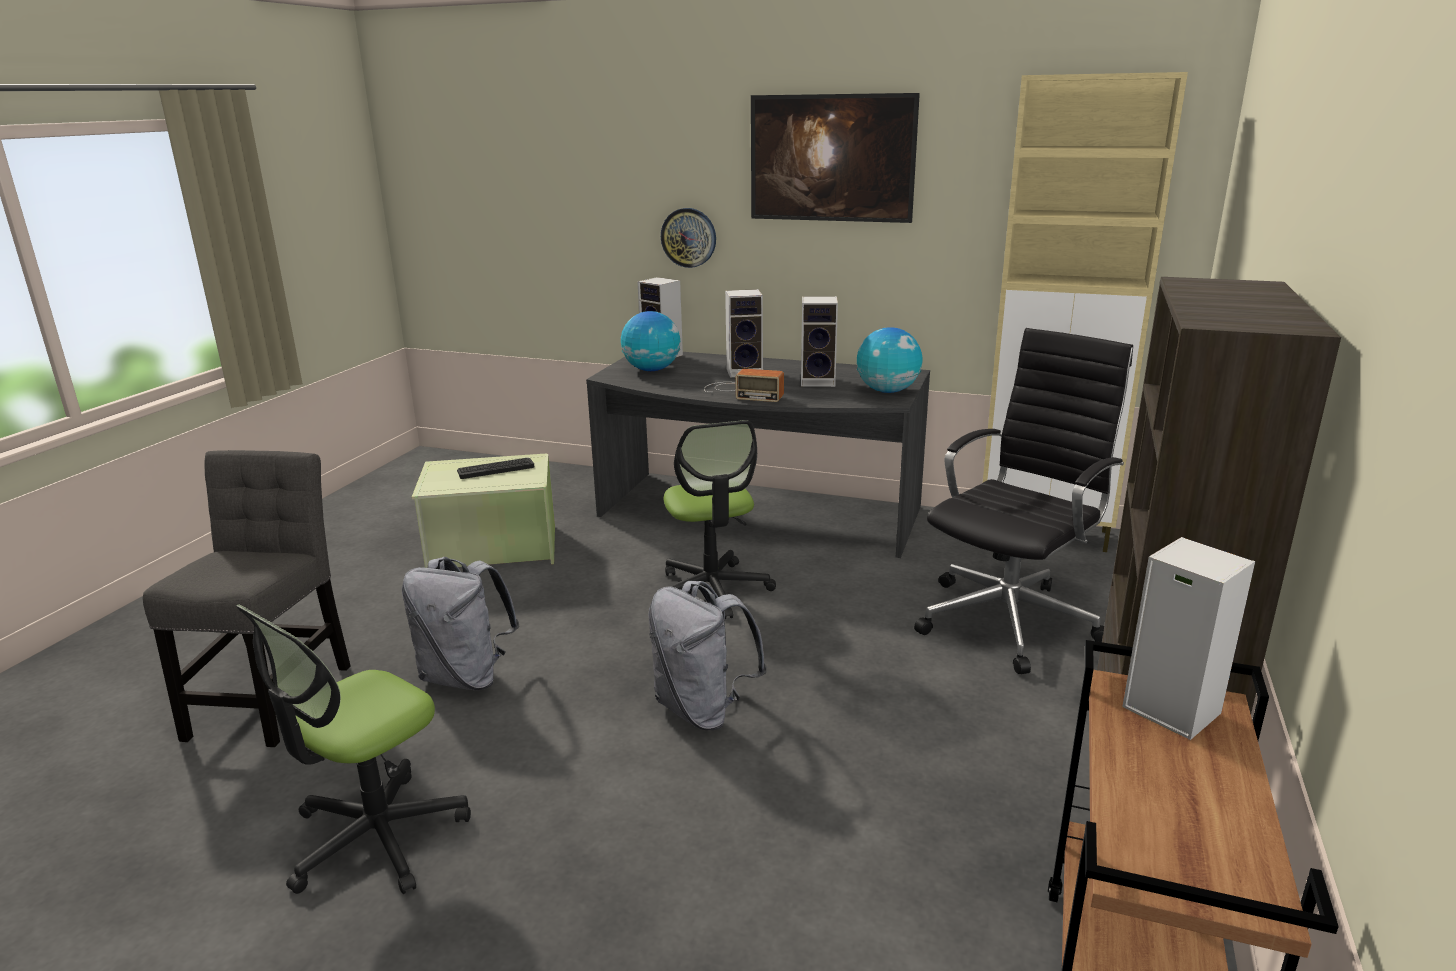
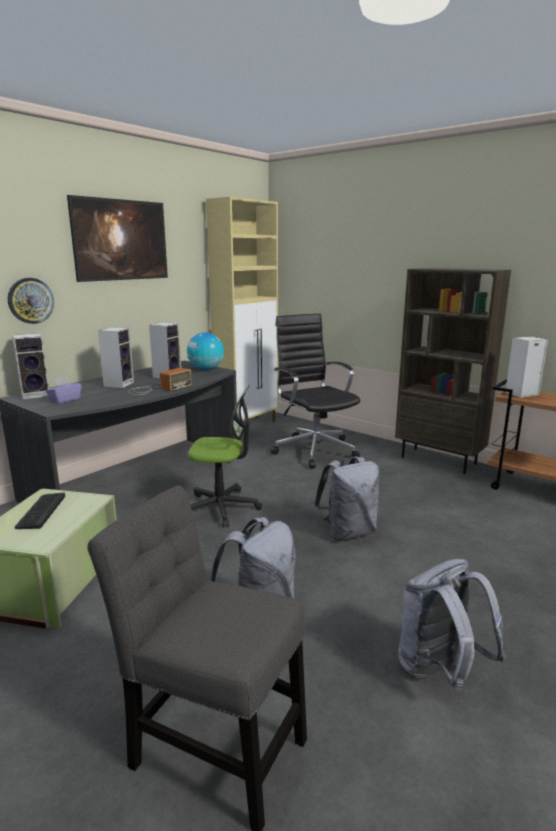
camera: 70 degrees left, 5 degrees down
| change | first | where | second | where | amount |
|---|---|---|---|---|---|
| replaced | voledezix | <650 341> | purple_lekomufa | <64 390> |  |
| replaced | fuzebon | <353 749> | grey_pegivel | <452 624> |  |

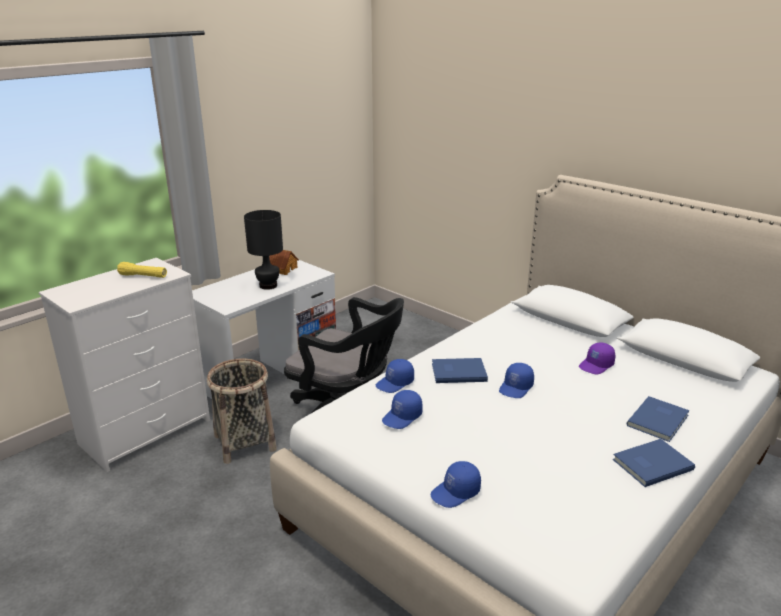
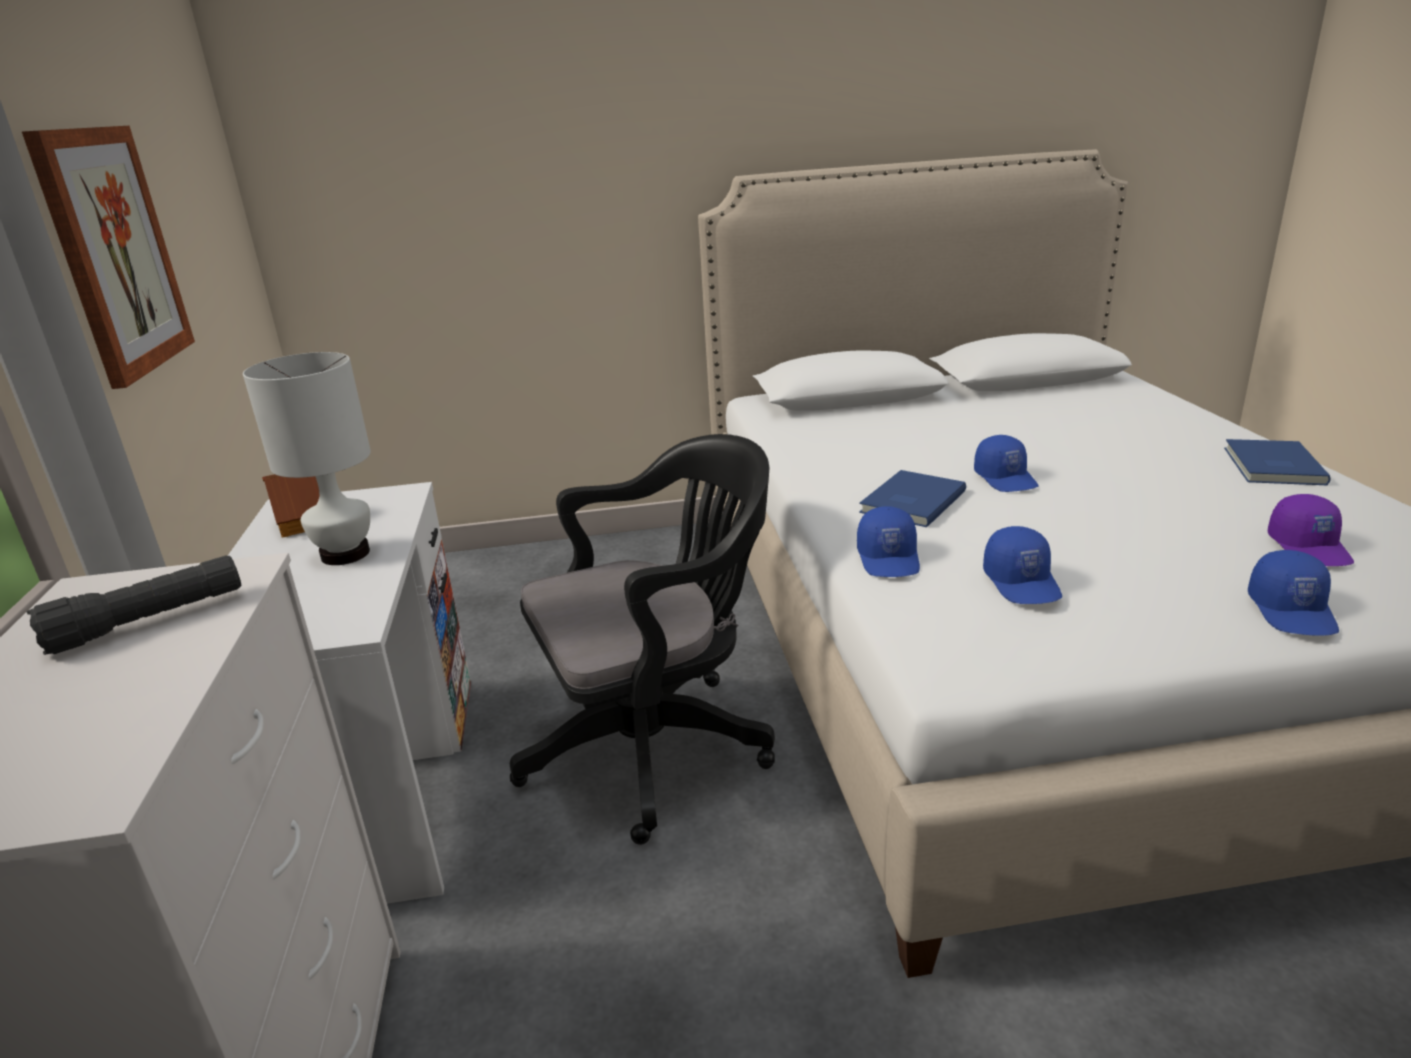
camera: 50 degrees left, 0 degrees up
| change | first | where | second | where | amount |
|---|---|---|---|---|---|
| recoloured | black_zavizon | <263 250> | white_zavizon | <307 458> |  |
| recoloured | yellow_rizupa | <142 270> | black_rizupa | <133 605> |  |
| moved | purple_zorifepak | <597 358> |  | <1311 530> |  |
| removed | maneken | <242 411> |  |  |  |
| removed | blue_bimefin | <658 419> |  |  |  |
| added |  |  | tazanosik | <108 257> |  |

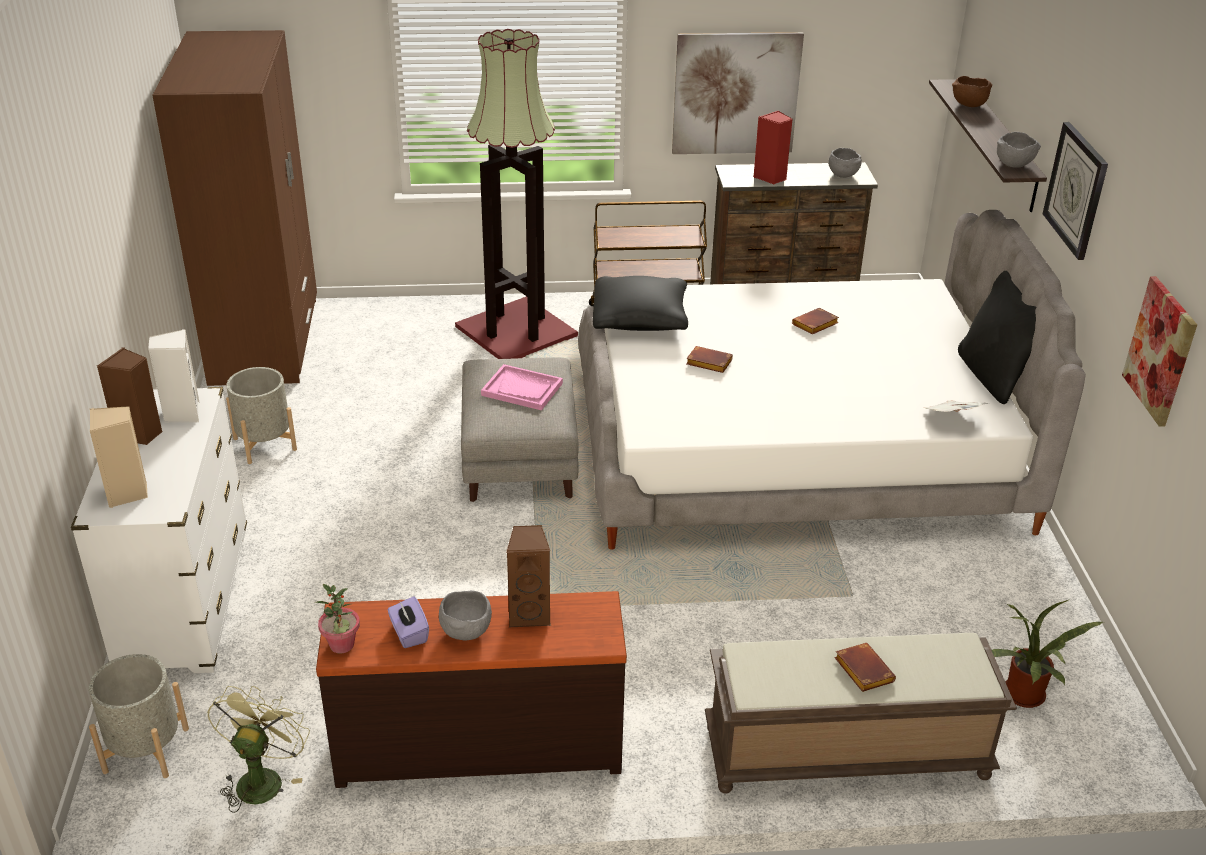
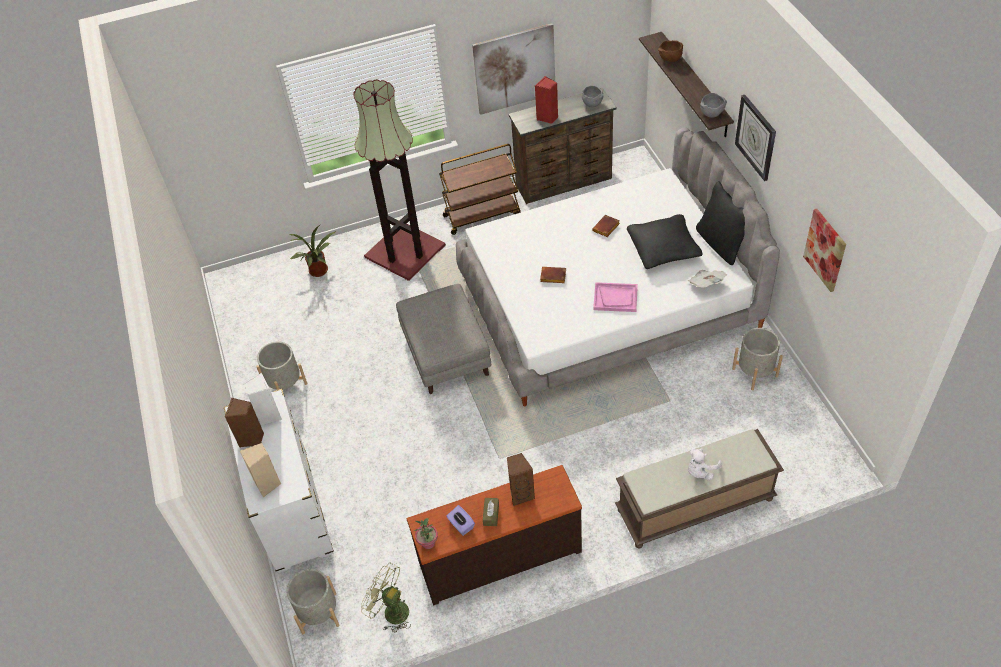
camera: 10 degrees left, 15 degrees up
| change | first | where | second | where | amount |
|---|---|---|---|---|---|
| removed | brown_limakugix | <234 208> |  |  |  |
| moved | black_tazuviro | <640 303> |  | <665 241> |  |
| moved | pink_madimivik | <522 387> |  | <615 297> |  |
| replaced | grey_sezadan | <465 615> | brown_lekomufa | <491 512> |  |
| moved | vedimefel | <1047 653> |  | <312 251> |  |
| replaced | brown_bimefin | <865 667> | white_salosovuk | <705 464> |  |
| turned | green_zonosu | <258 749> |  | <386 598> | 60 degrees counterclockwise |
| added |  |  | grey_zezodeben | <757 359> |  |

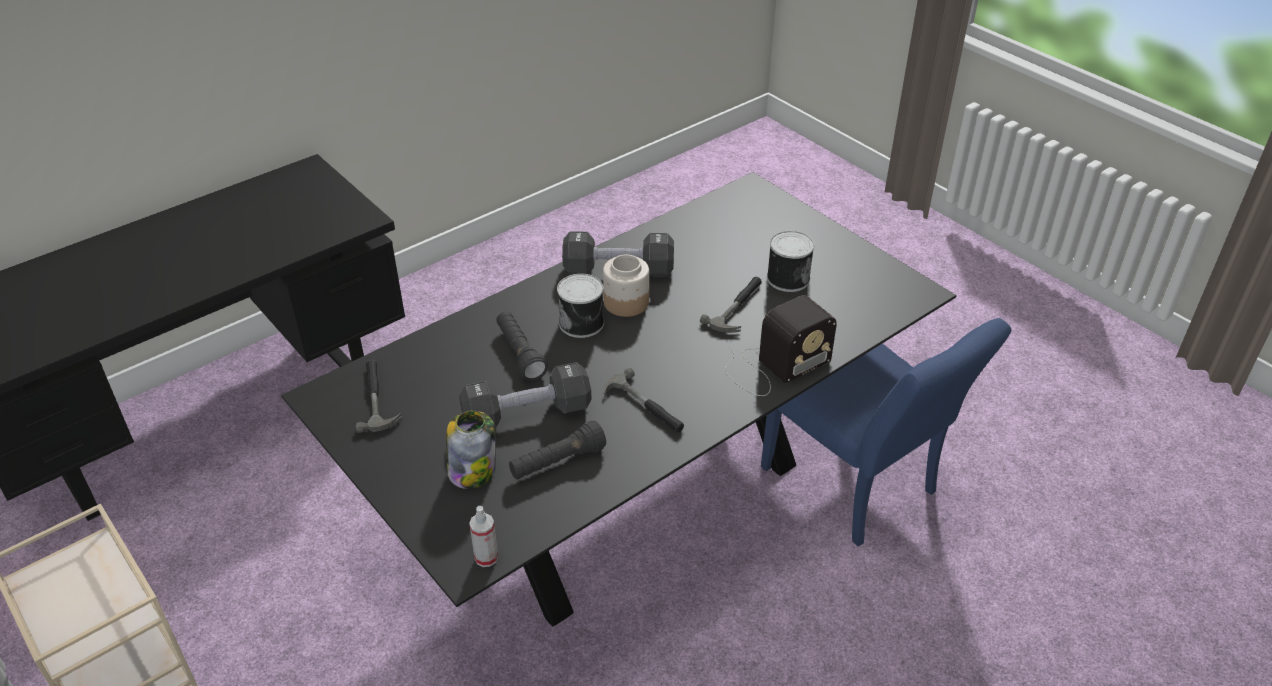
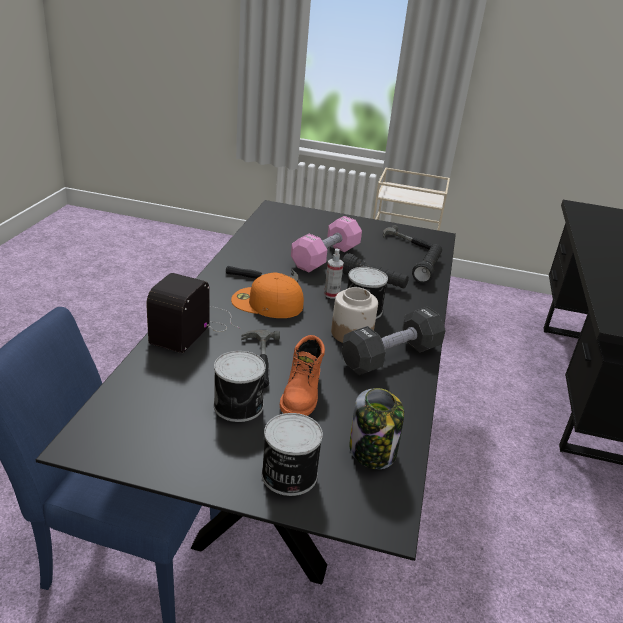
camera: 140 degrees right, 10 degrees down
| change | first | where | second | where | amount |
|---|---|---|---|---|---|
| recoloured | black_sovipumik | <525 395> | pink_sovipumik | <326 244> |  |
| moved | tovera | <470 449> |  | <376 428> |  |
| moved | black_rizupa | <557 450> |  | <427 263> |  |
| moved | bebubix | <483 536> |  | <334 273> |  |
| added |  |  | orange_zorifepak | <267 295> |  |
| added |  |  | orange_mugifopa | <302 375> |  |
| added |  |  | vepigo | <292 454> |  |

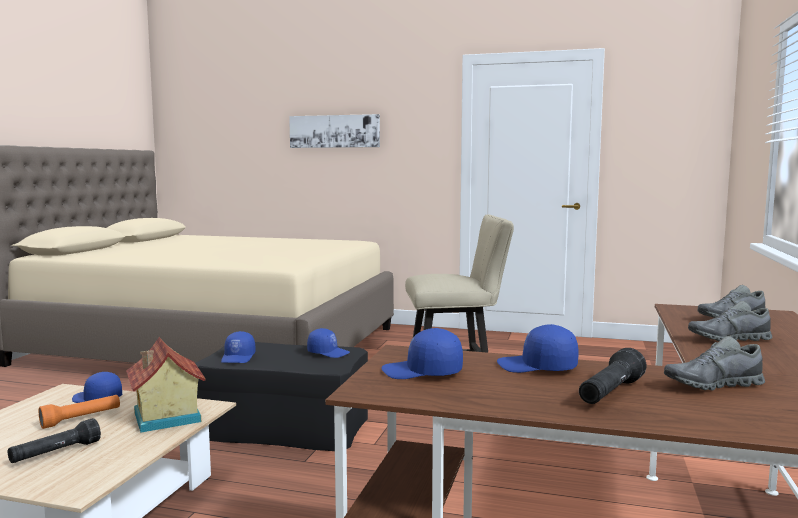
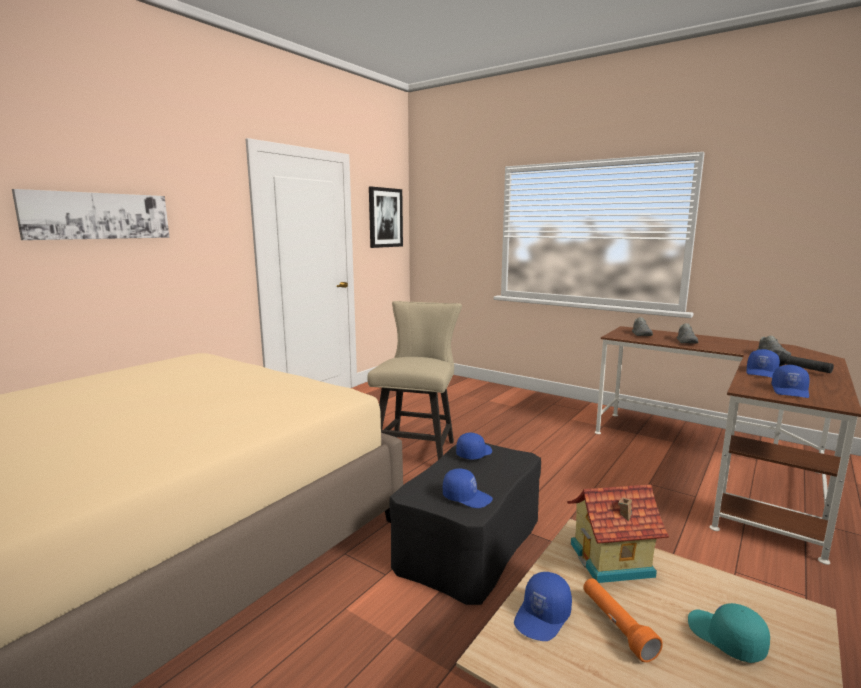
camera: 70 degrees left, 5 degrees up
| change | first | where | second | where | amount |
|---|---|---|---|---|---|
| replaced | black_rizupa | <54 440> | turquoise_zorifepak | <729 633> |  |
| added |  |  | tazanosik | <386 217> |  |

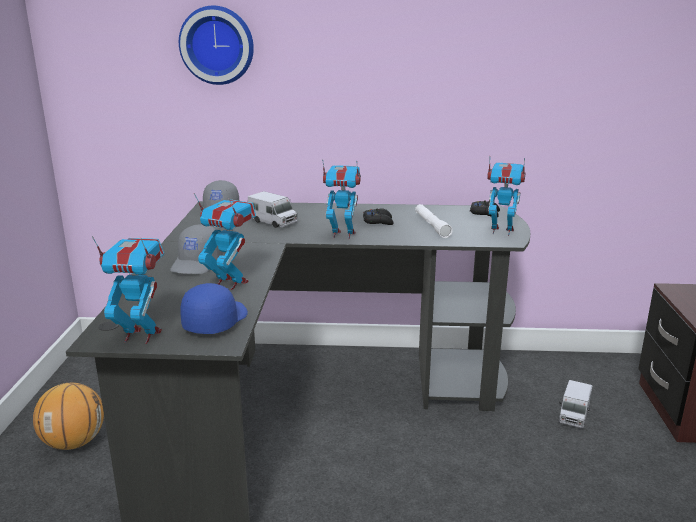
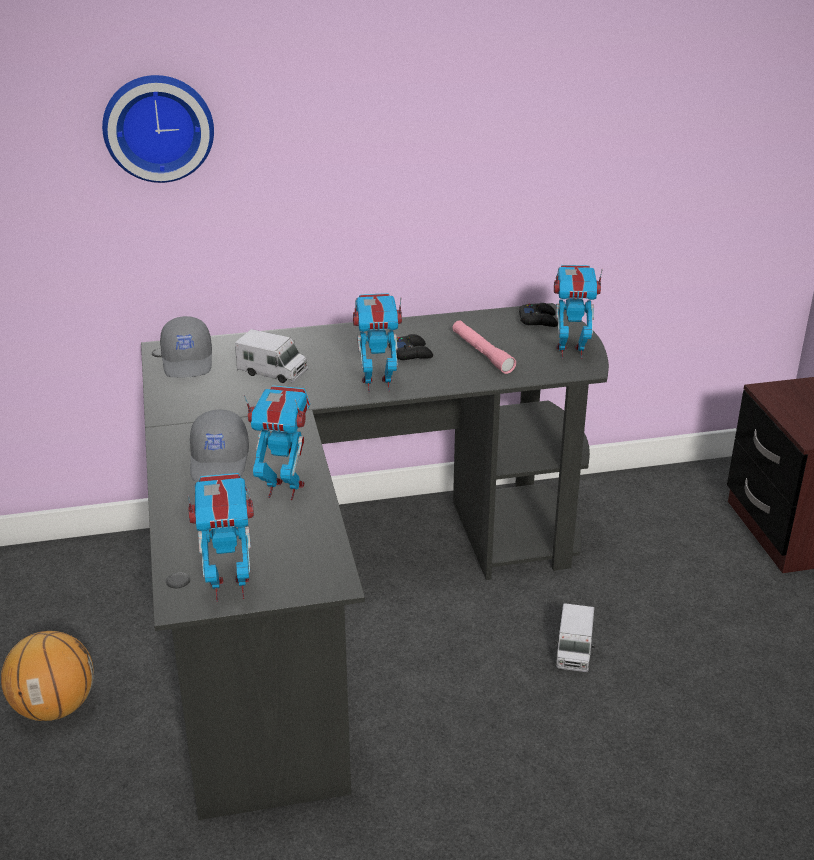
camera: 15 degrees left, 10 degrees up
| change | first | where | second | where | amount |
|---|---|---|---|---|---|
| recoloured | white_rizupa | <434 221> | pink_rizupa | <484 347> |  |
| removed | blue_zorifepak | <214 308> |  |  |  |
| moved | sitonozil | <576 404> |  | <575 637> |  |

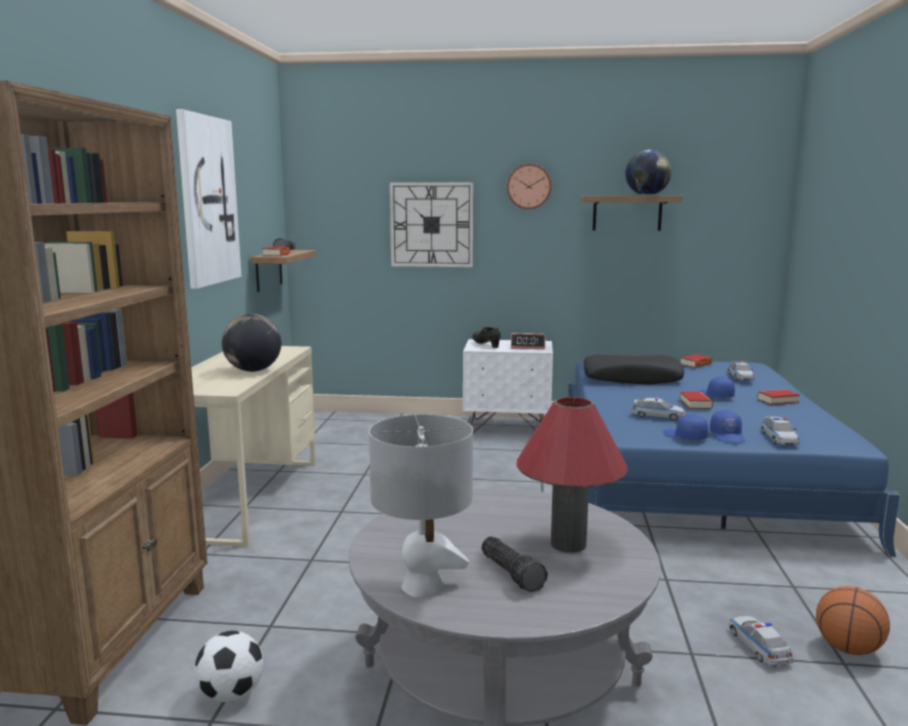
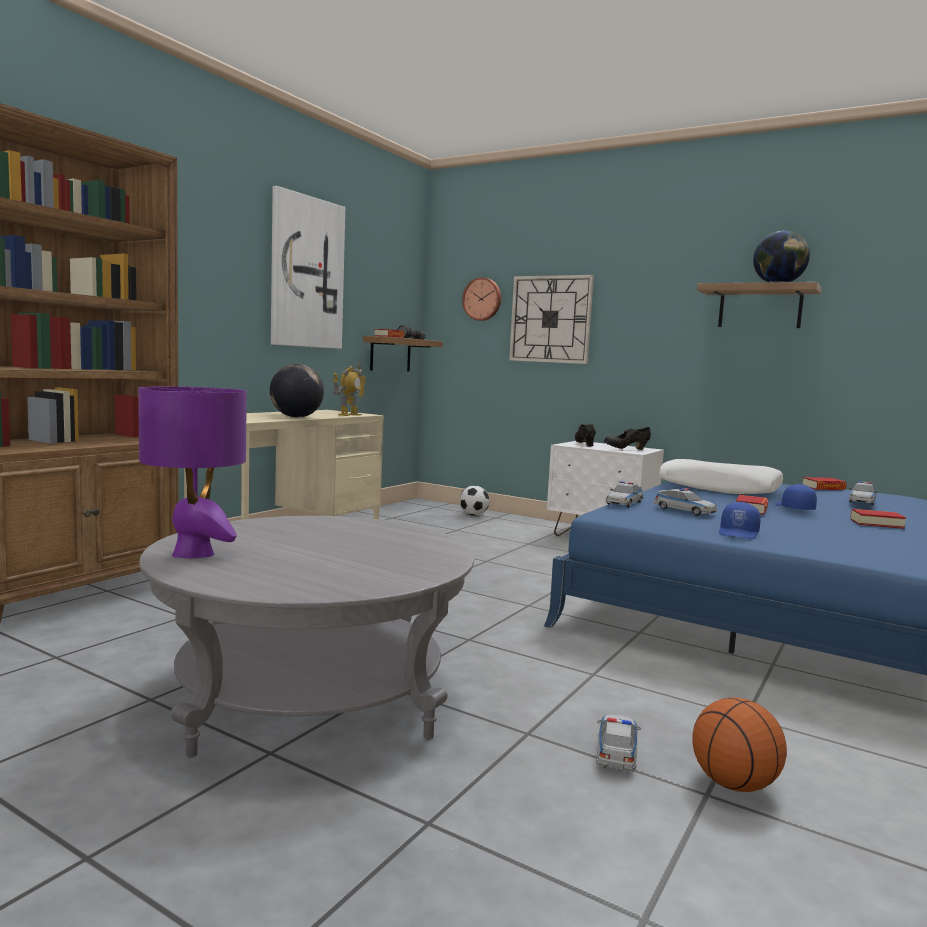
camera: 25 degrees right, 5 degrees down
| change | first | where | second | where | amount |
|---|---|---|---|---|---|
| moved | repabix | <529 186> |  | <481 299> |  |
| replaced | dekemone | <528 341> | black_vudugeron | <627 438> |  |
| recoloured | black_tazuviro | <634 370> | white_tazuviro | <721 476> |  |
| removed | red_zavizon | <572 475> |  |  |  |
| recoloured | grey_zavizon | <421 505> | purple_zavizon | <192 472> |  |
| removed | blue_zorifepak | <686 427> |  |  |  |
| moved | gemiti | <780 431> |  | <624 494> |  |
| removed | rizupa | <514 564> |  |  |  |
| moved | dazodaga | <229 666> |  | <474 501> |  |
| added |  |  | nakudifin | <349 389> |  |

